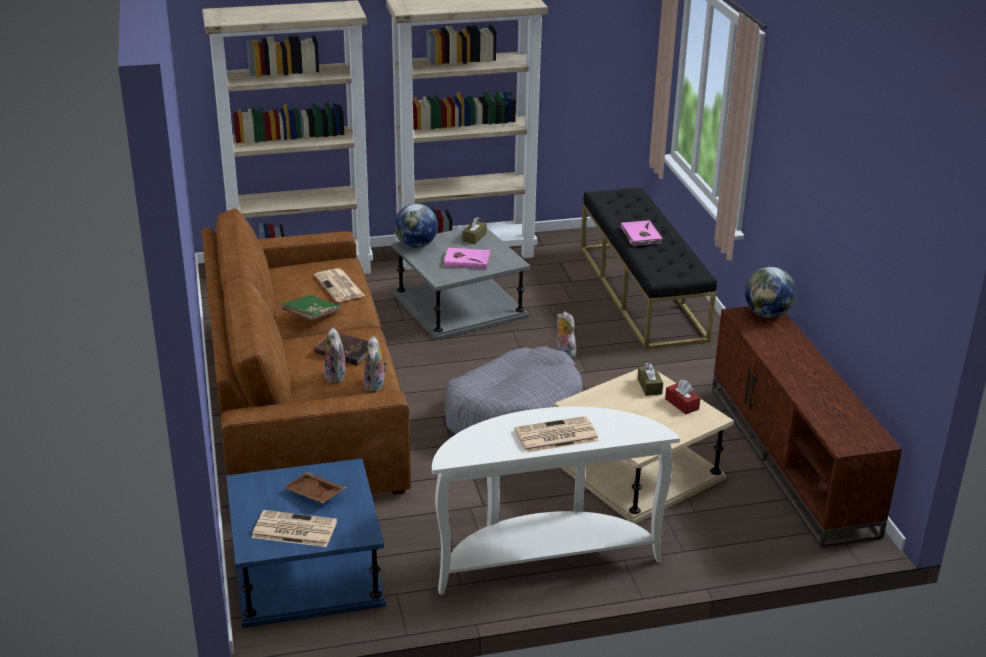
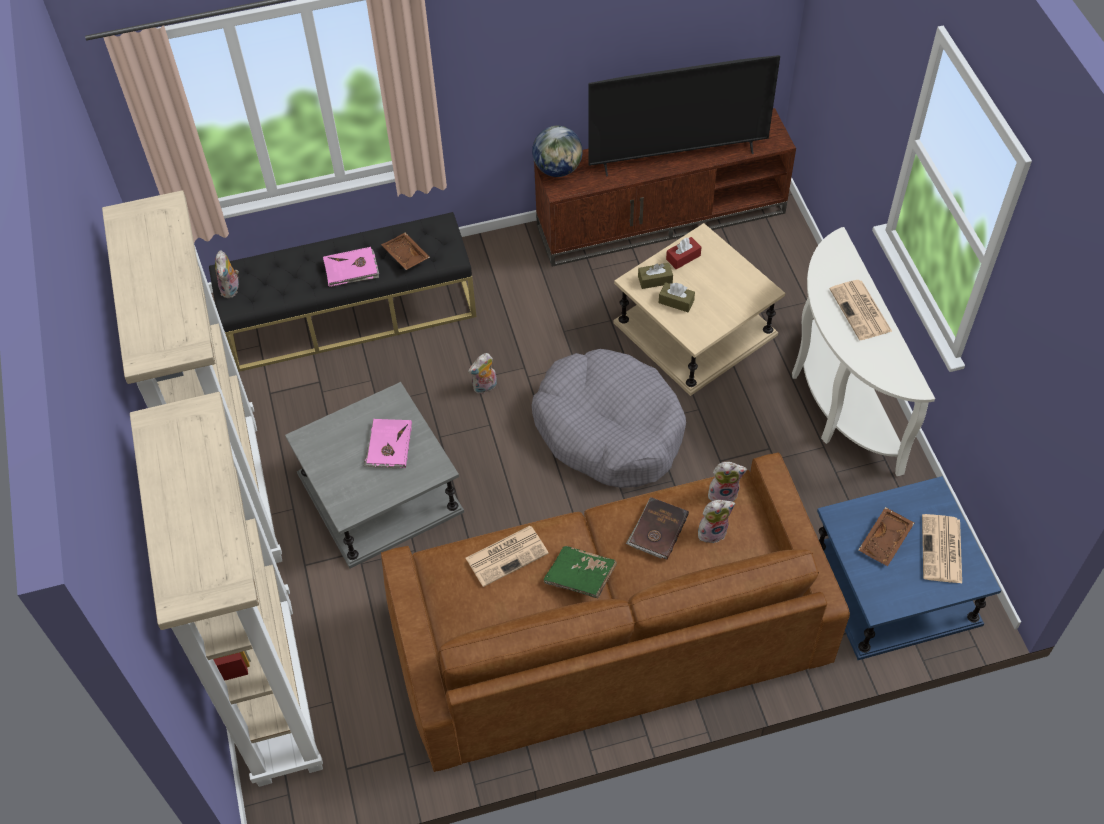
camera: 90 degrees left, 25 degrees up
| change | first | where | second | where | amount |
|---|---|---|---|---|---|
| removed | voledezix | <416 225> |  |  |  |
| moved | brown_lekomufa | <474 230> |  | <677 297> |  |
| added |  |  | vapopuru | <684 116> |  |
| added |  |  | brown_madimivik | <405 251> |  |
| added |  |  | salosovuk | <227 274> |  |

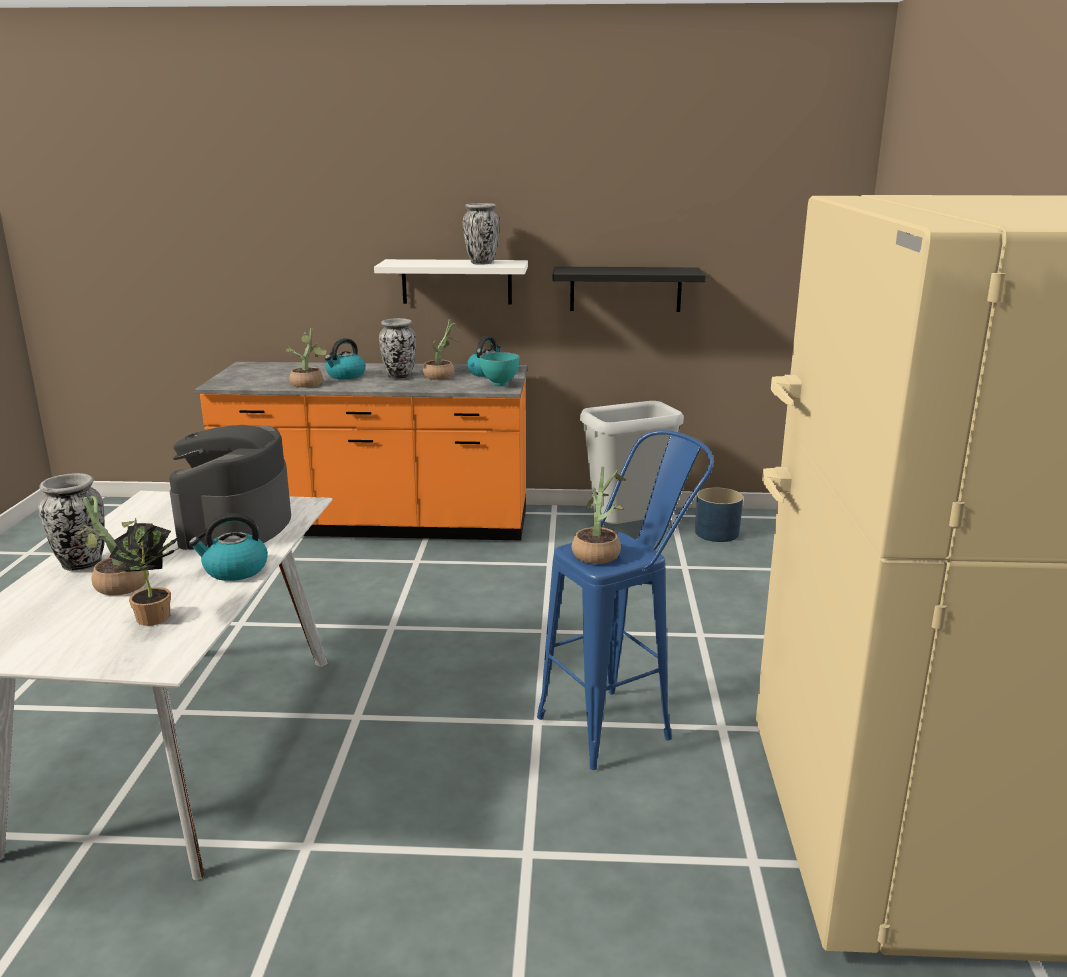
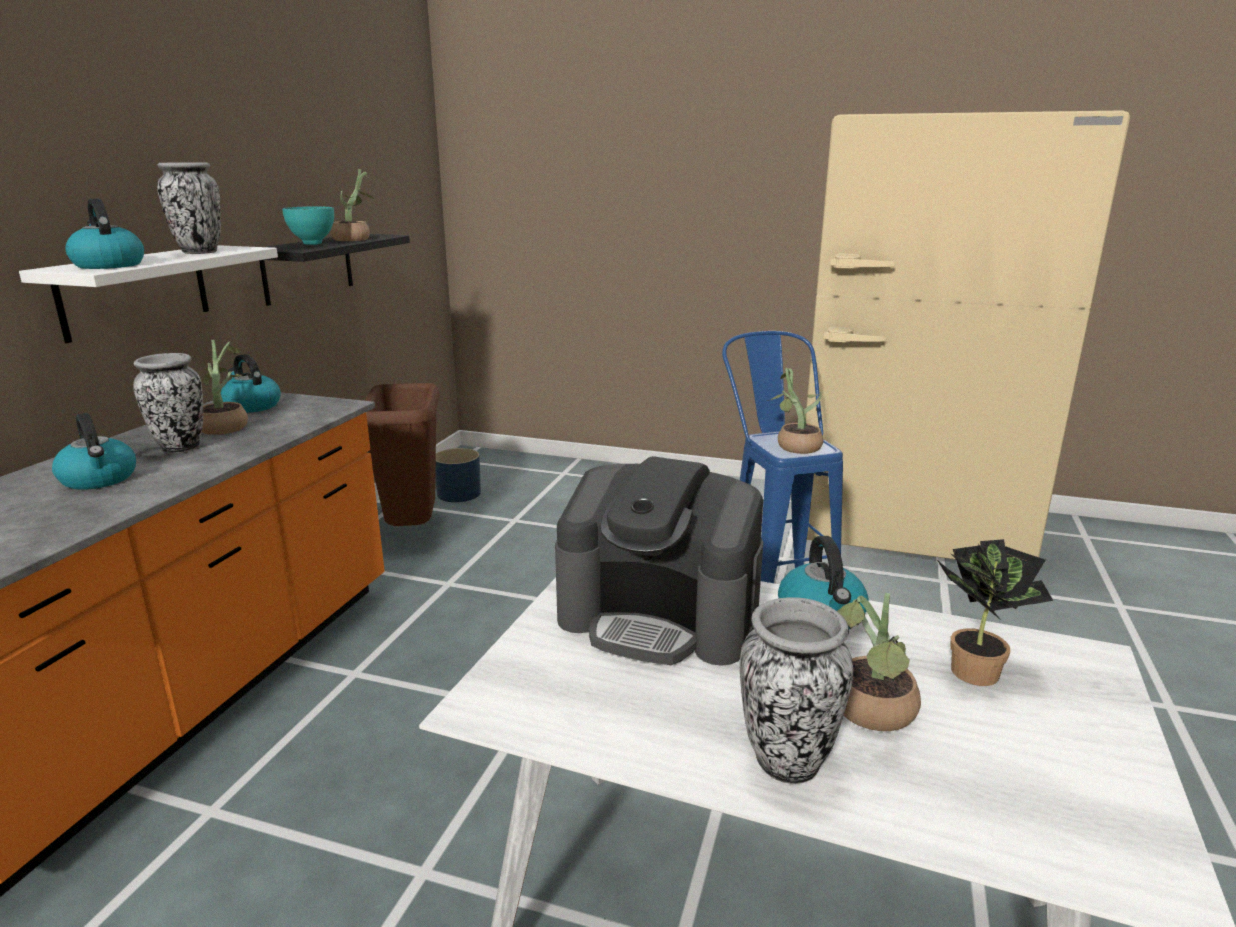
camera: 75 degrees left, 0 degrees up
| change | first | where | second | where | amount |
|---|---|---|---|---|---|
| moved | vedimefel | <306 358> |  | <352 205> |  |
| moved | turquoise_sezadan | <500 369> |  | <308 225> |  |
| recoloured | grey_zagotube | <632 462> | brown_zagotube | <402 454> |  |
| added |  |  | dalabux | <104 234> |  |

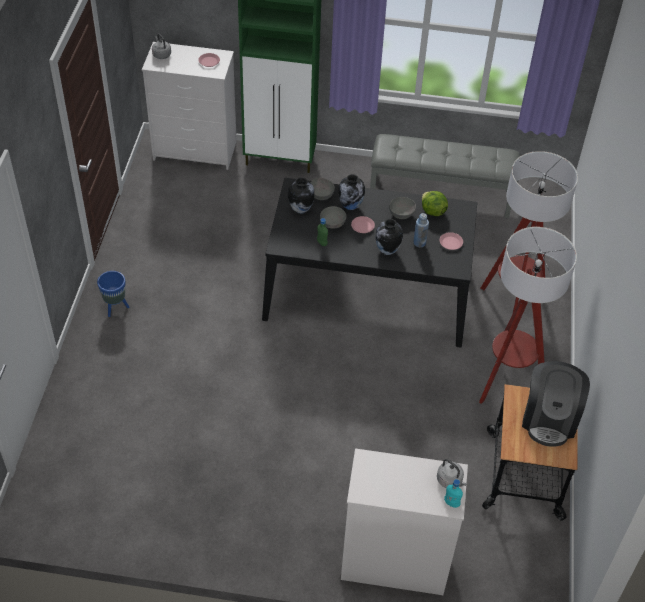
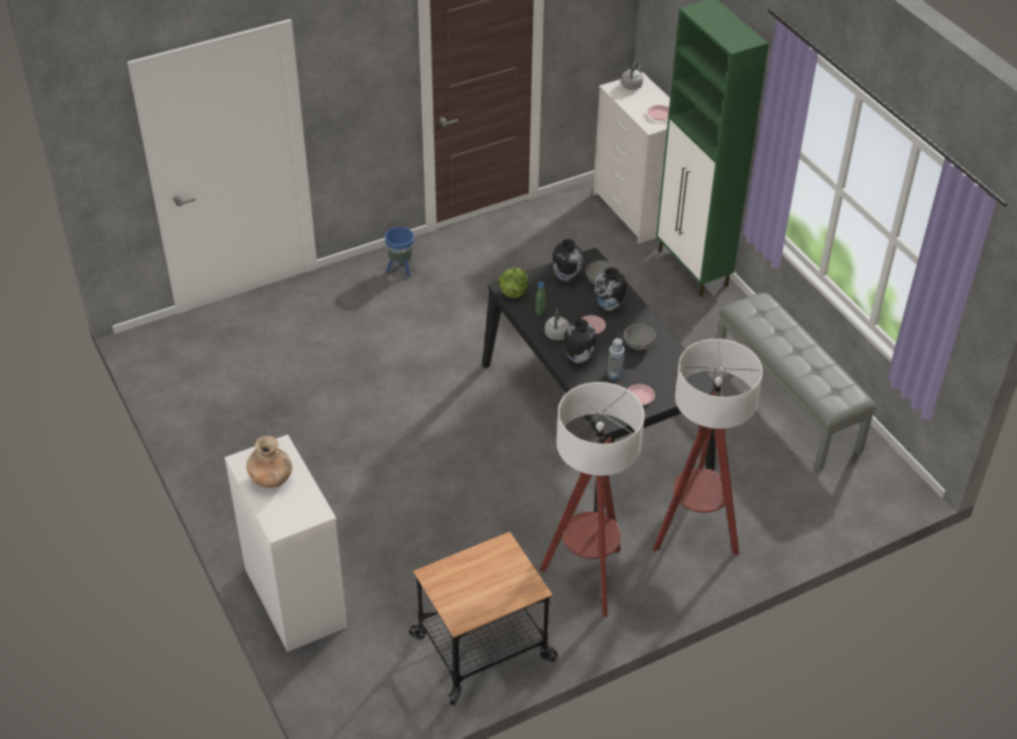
camera: 55 degrees right, 5 degrees down
| change | first | where | second | where | amount |
|---|---|---|---|---|---|
| moved | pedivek | <435 203> |  | <513 283> |  |
| removed | grey_sezadan | <333 217> |  |  |  |
| removed | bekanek | <556 404> |  |  |  |
| moved | grey_dalabux | <452 473> |  | <557 324> |  |
| removed | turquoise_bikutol | <453 493> |  |  |  |
| added |  |  | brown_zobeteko | <269 462> |  |

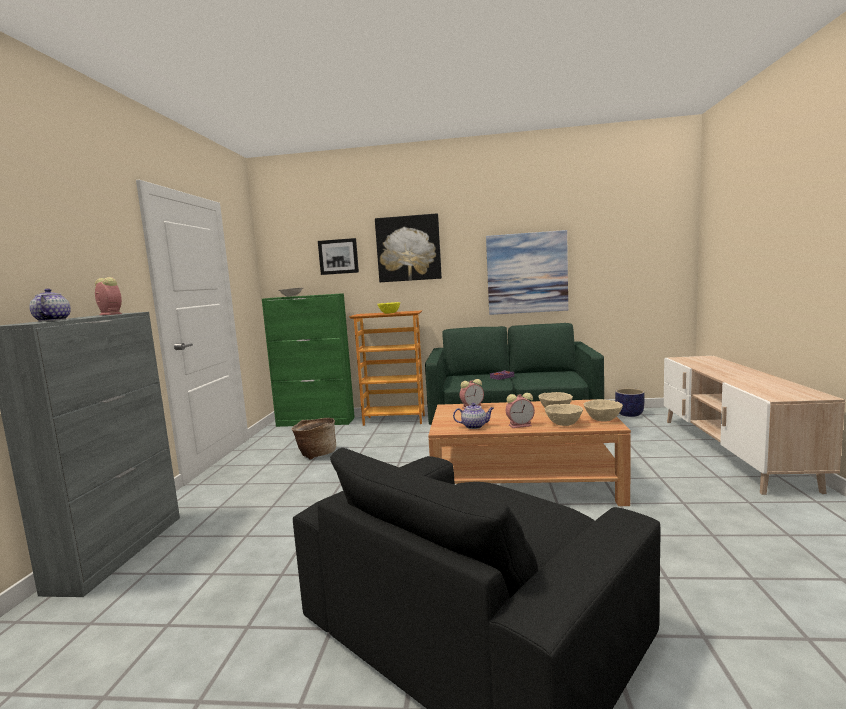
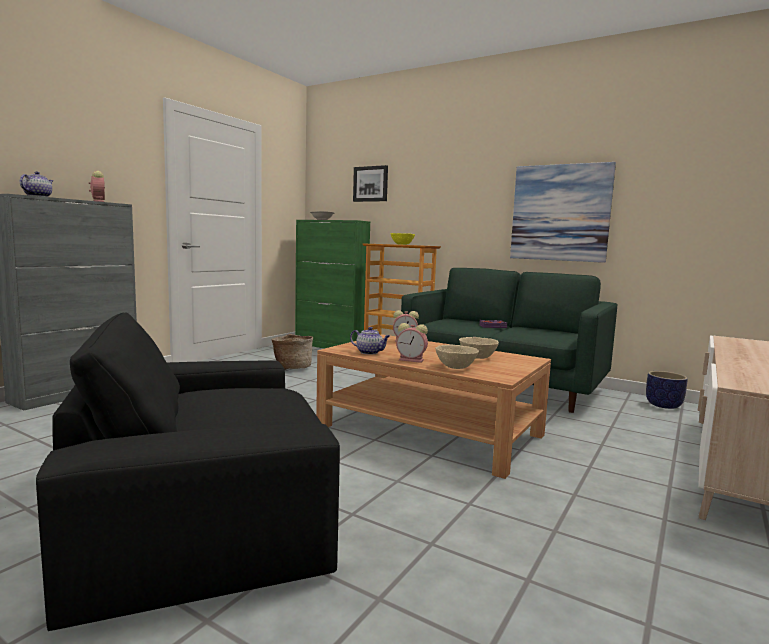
camera: 25 degrees right, 0 degrees up
| change | first | where | second | where | amount |
|---|---|---|---|---|---|
| removed | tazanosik | <408 247> |  |  |  |
| removed | beige_sezadan | <603 410> |  |  |  |

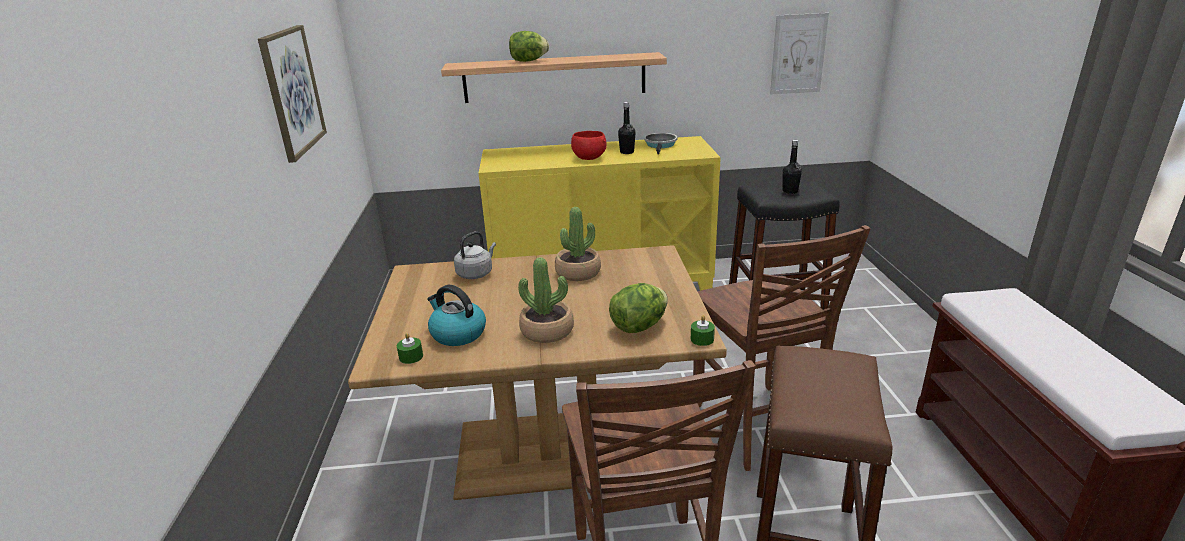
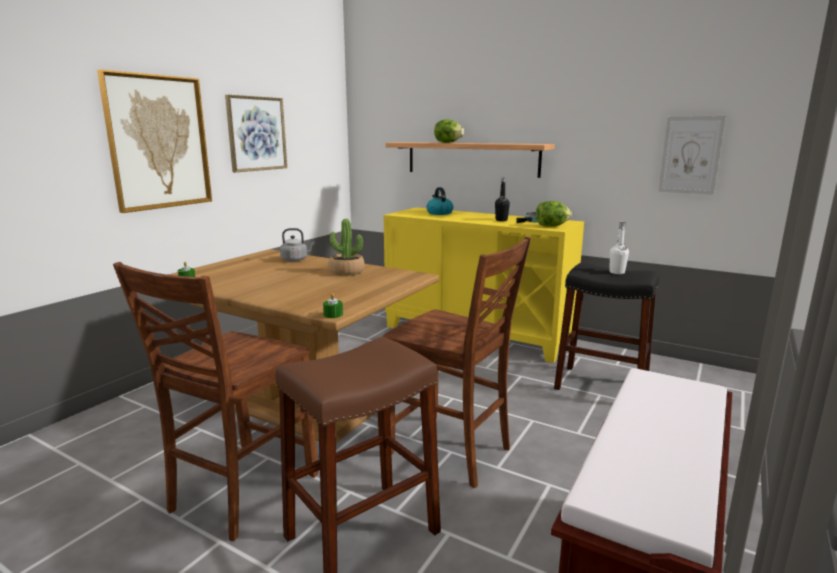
camera: 35 degrees right, 10 degrees down
| change | first | where | second | where | amount |
|---|---|---|---|---|---|
| removed | red_sezadan | <589 145> |  |  |  |
| recoloured | black_bikutol | <792 167> | white_bikutol | <619 247> |  |
| turned | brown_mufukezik | <782 348> |  | <456 362> | 75 degrees counterclockwise |
| removed | vedimefel | <546 300> |  |  |  |
| moved | pedivek | <638 308> |  | <554 214> |  |
| moved | dalabux | <456 315> |  | <439 201> |  |
| added |  |  | tazanosik | <154 141> |  |

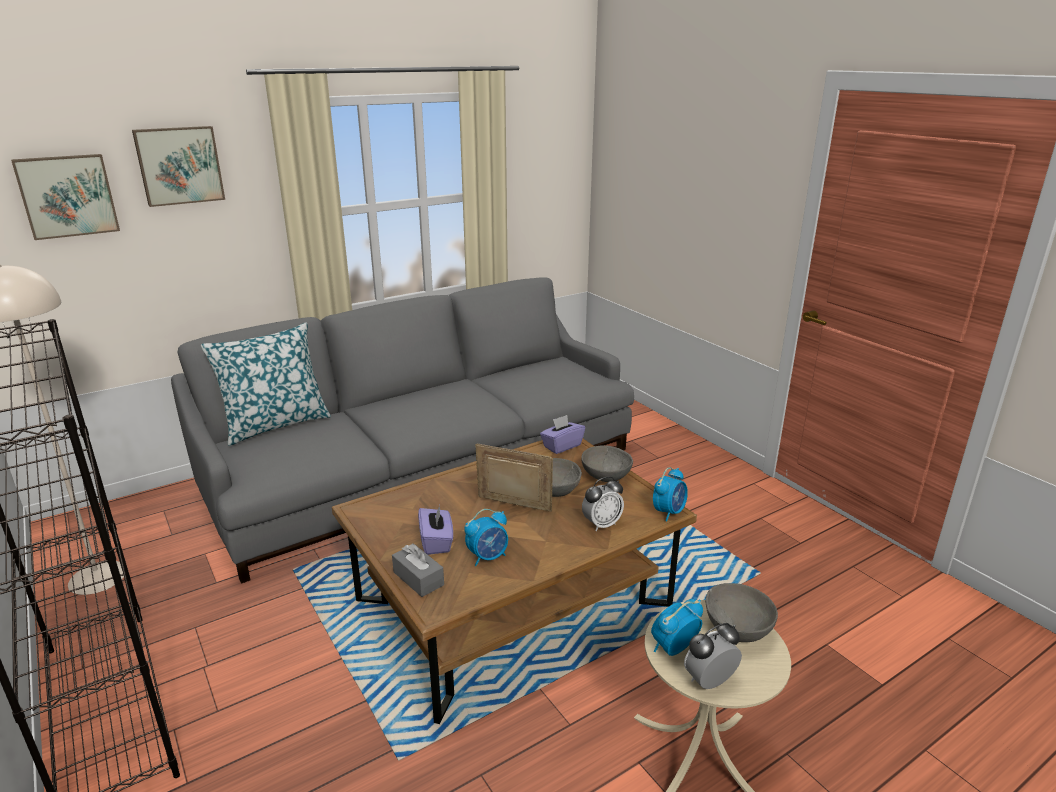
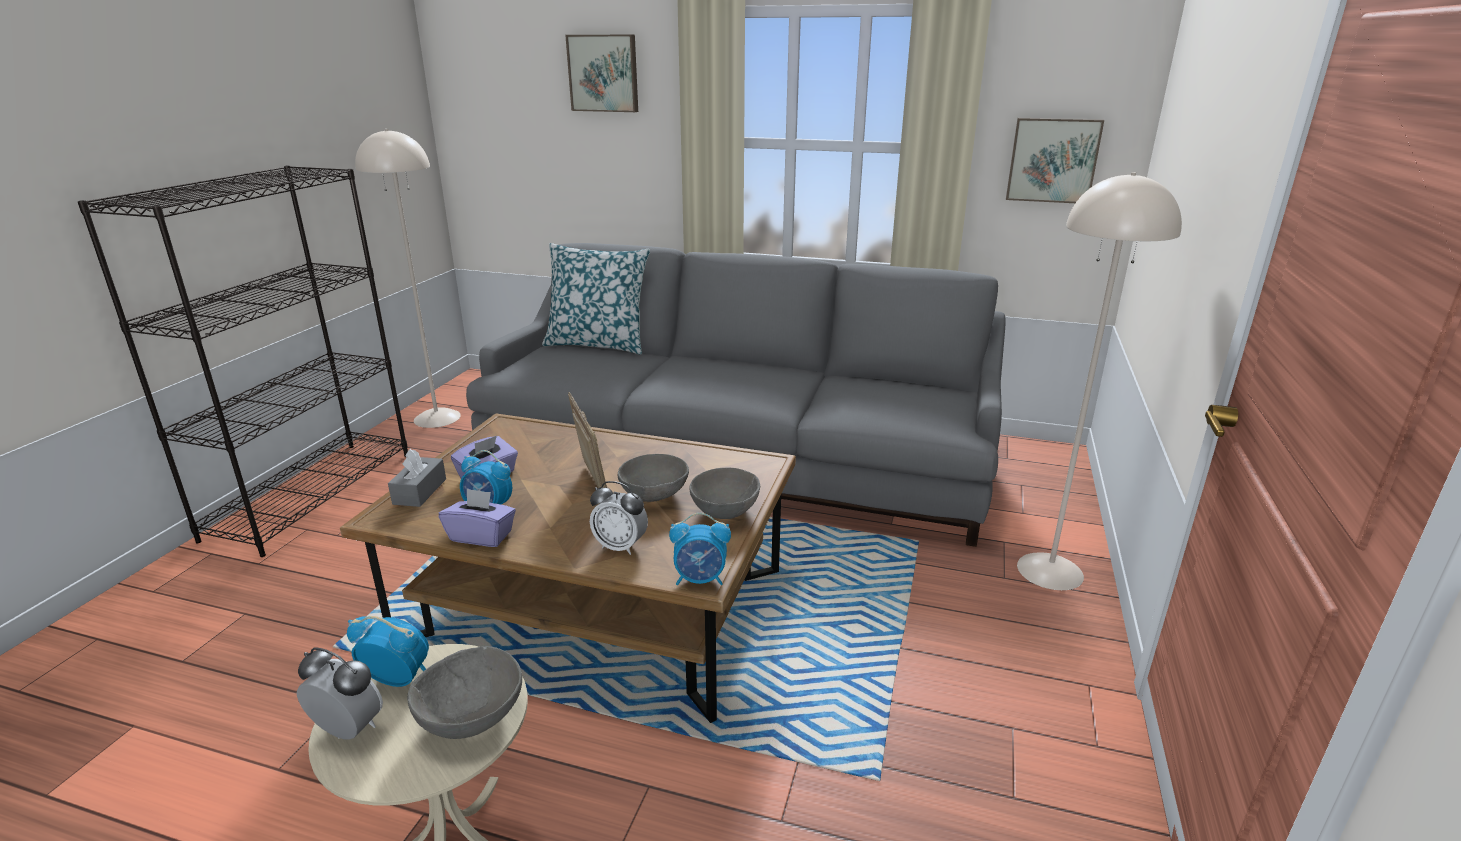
camera: 50 degrees right, 0 degrees up
| change | first | where | second | where | amount |
|---|---|---|---|---|---|
| moved | tazanosik | <65 197> |  | <1055 160> |  |
| moved | purple_lekomufa | <562 434> |  | <477 517> |  |
| added |  |  | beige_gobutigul | <1099 381> |  |

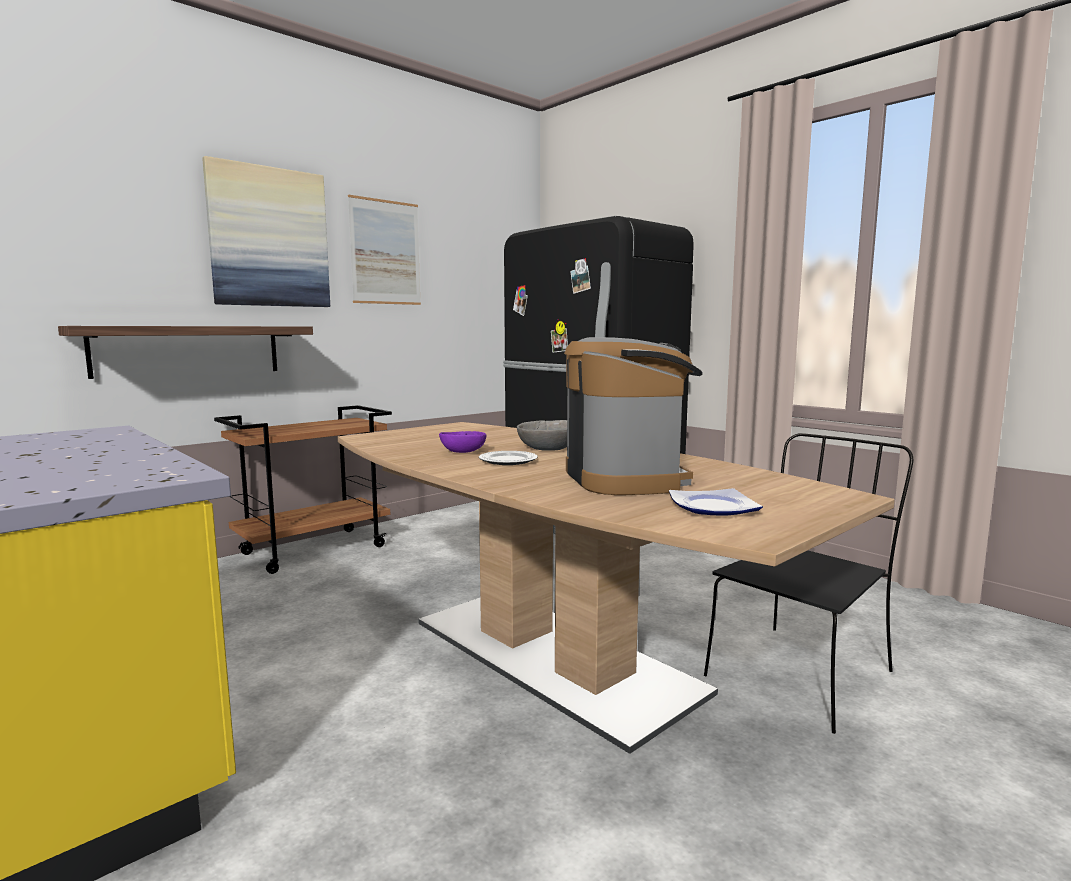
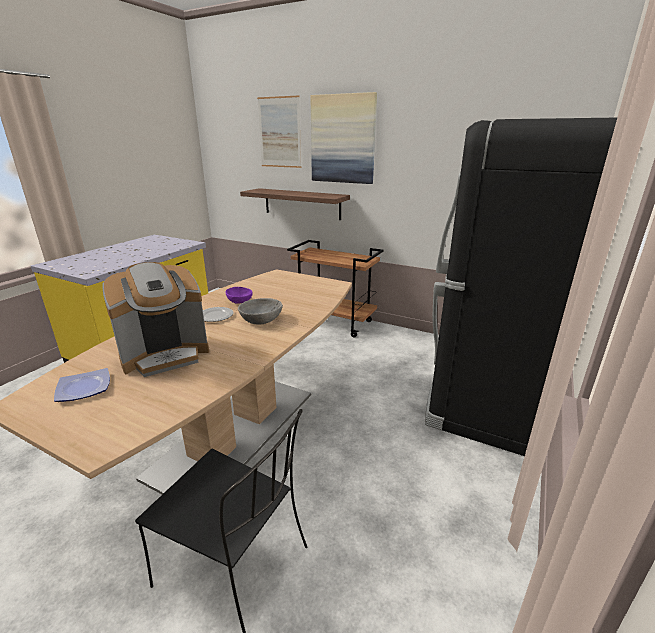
camera: 70 degrees right, 15 degrees up
| change | first | where | second | where | amount |
|---|---|---|---|---|---|
| moved | tazanosik | <384 250> |  | <279 131> |  |

